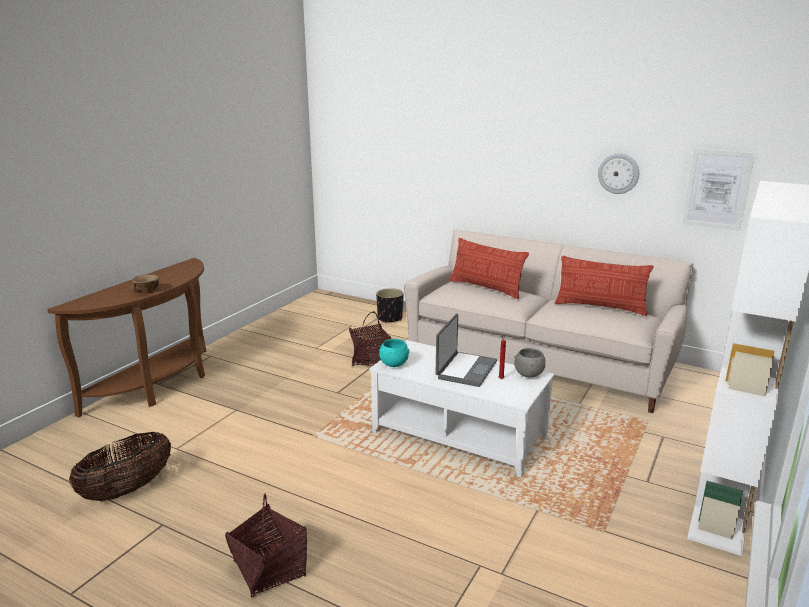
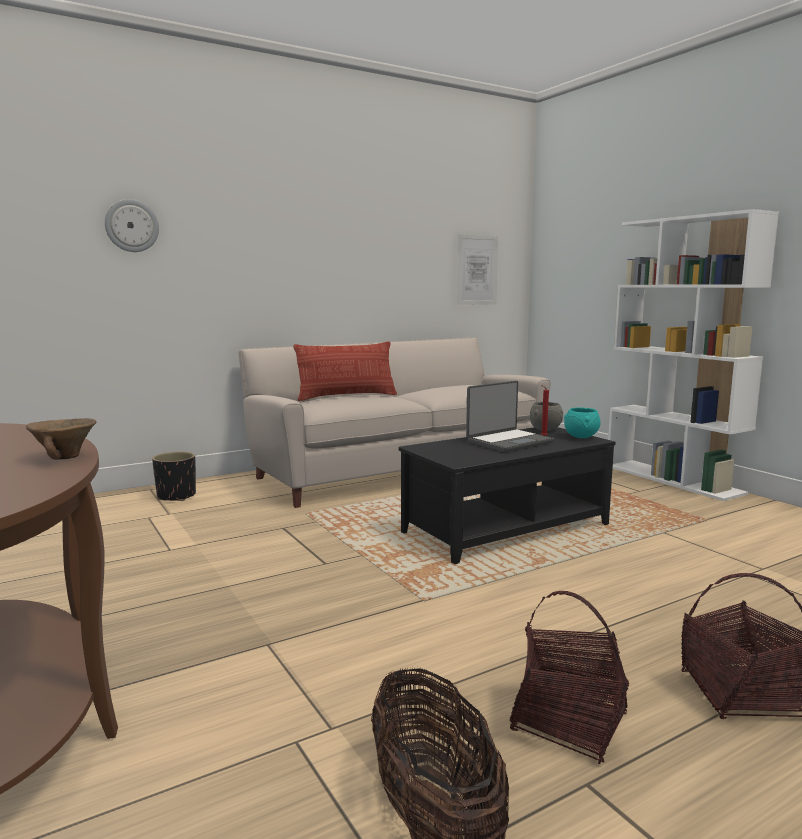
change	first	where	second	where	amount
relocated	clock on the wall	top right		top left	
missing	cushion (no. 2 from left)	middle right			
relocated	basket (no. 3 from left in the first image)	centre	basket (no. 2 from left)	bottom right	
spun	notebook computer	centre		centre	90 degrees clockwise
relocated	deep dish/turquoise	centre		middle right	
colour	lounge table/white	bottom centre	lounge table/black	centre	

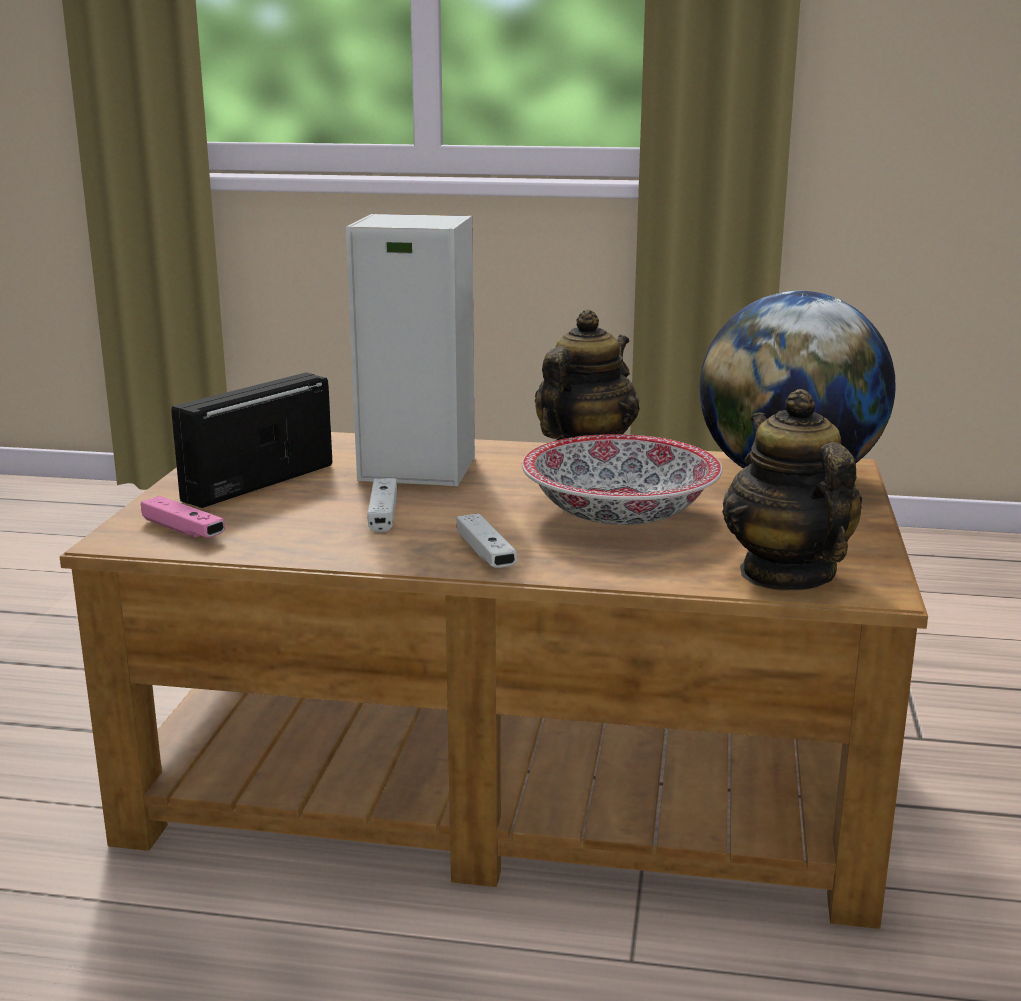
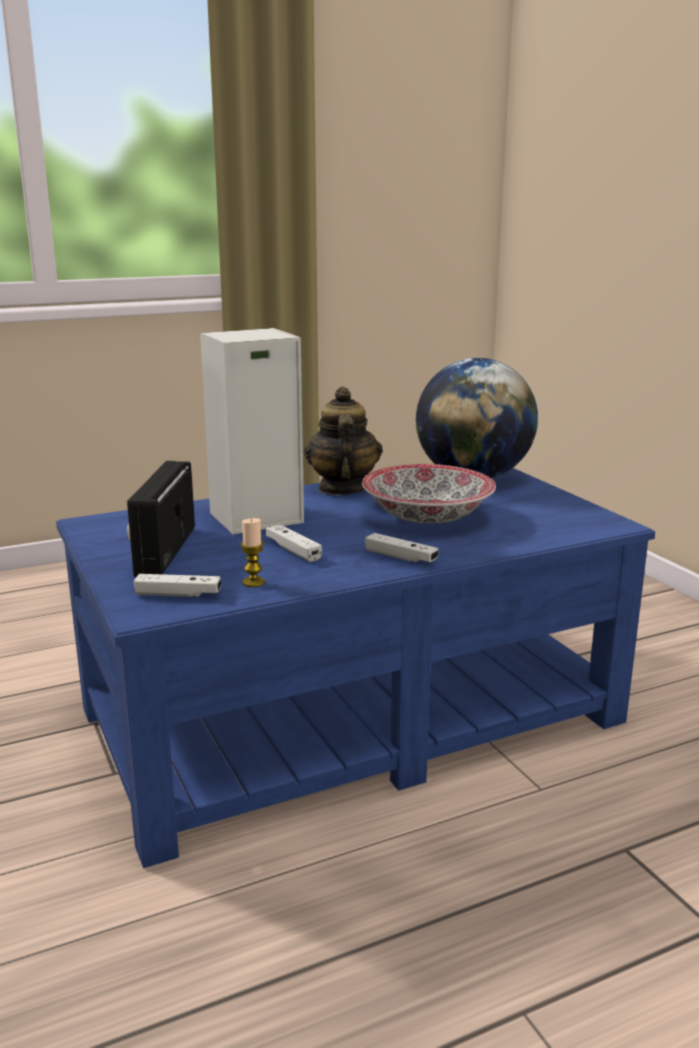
change	first	where	second	where	amount
missing	pot for tea (no. 2 from left)	middle right			
colour	lounge table/brown-coloured	bottom centre	lounge table/blue-coloured	centre	
colour	joypad/pink-coloured	middle left	joypad/white (no. 1 from left)	middle left	
appeared			candle	centre	

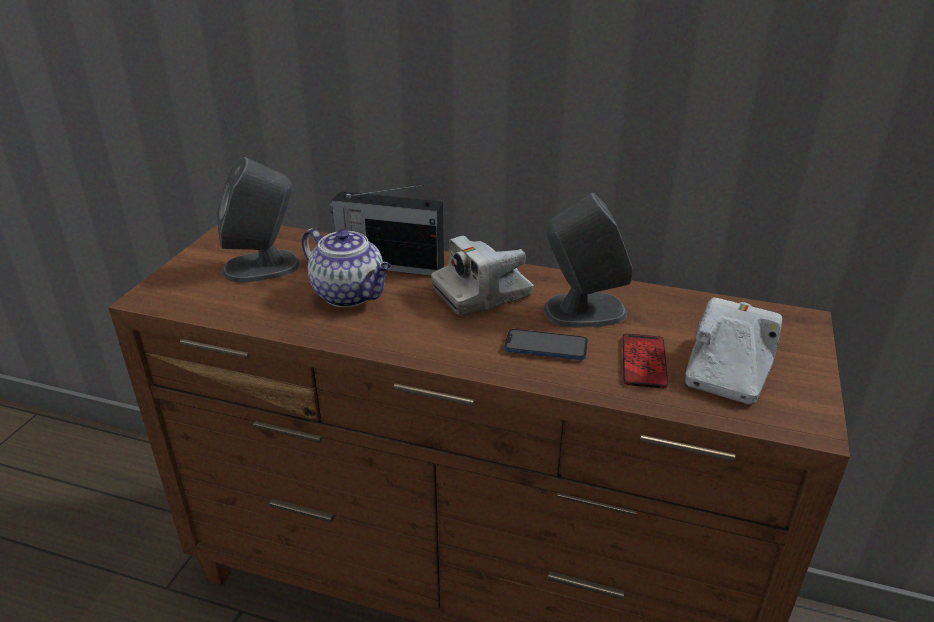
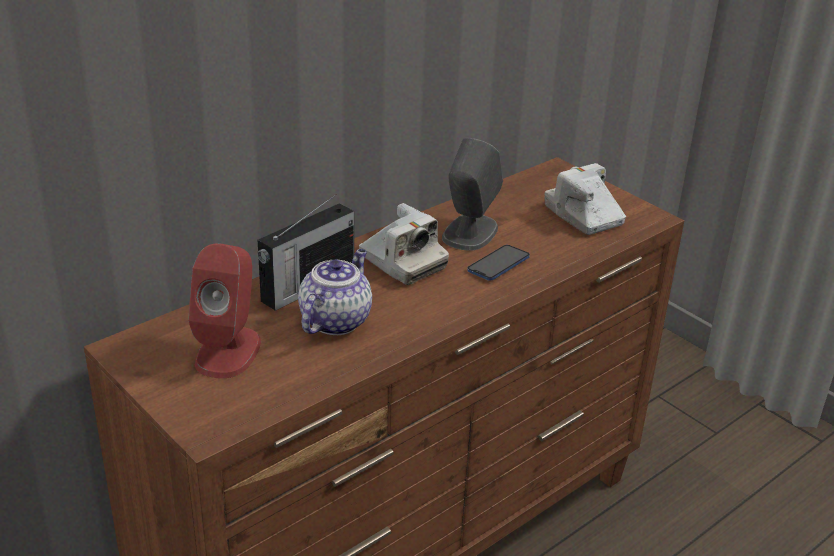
change	first	where	second	where	amount
colour	loudspeaker/greyish (no. 1 from left)	middle left	loudspeaker/red-coloured	middle left	
spun	pot for tea	centre		centre	45 degrees counterclockwise
spun	still camera (no. 1 from left)	centre		centre	45 degrees counterclockwise
missing	handset (no. 2 from left)	middle right			

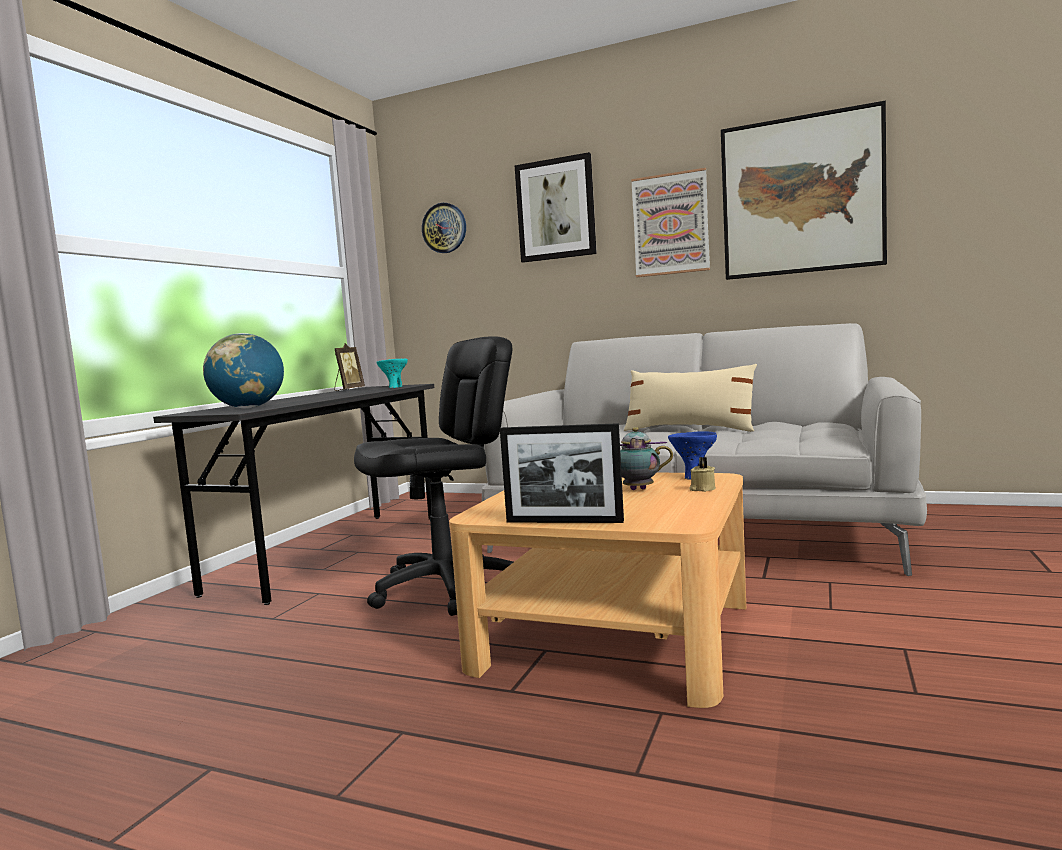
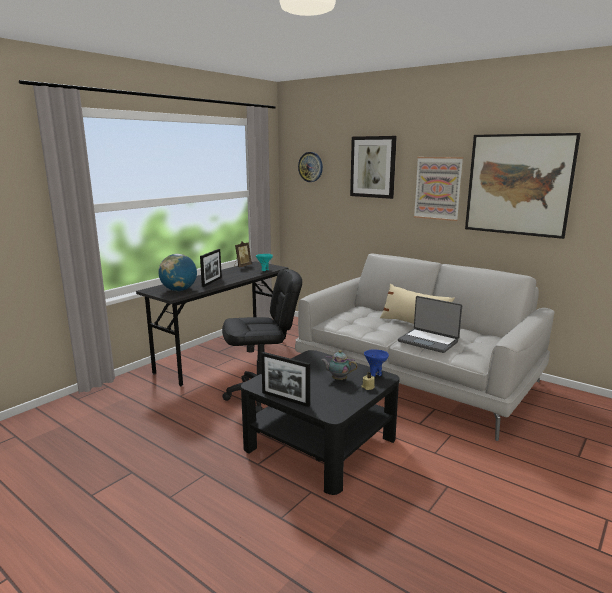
change	first	where	second	where	amount
colour	lounge table/beige	bottom centre	lounge table/black	bottom centre	
appeared			photo frame (no. 1 from left)	centre	
appeared			notebook computer	middle right	

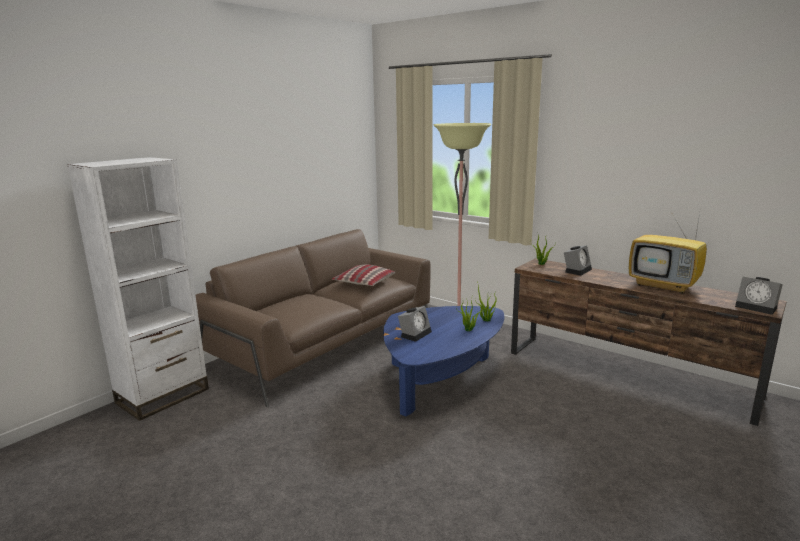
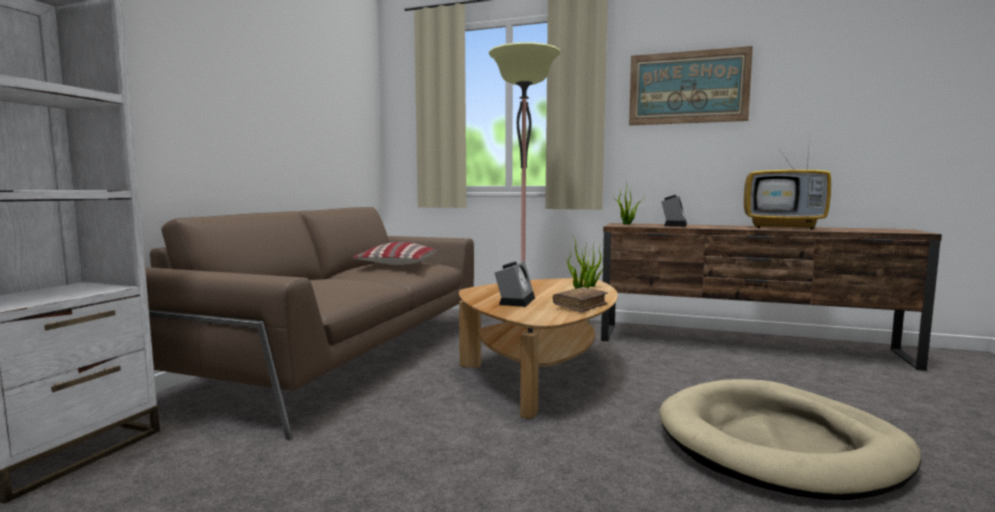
change	first	where	second	where	amount
missing	table clock (no. 3 from left)	middle right			
colour	lounge table/blue-coloured	bottom centre	lounge table/brown-coloured	bottom centre	
appeared			wall picture	top right	
appeared			volume/brown-coloured	centre	
appeared			dog cushion/beige	bottom right	

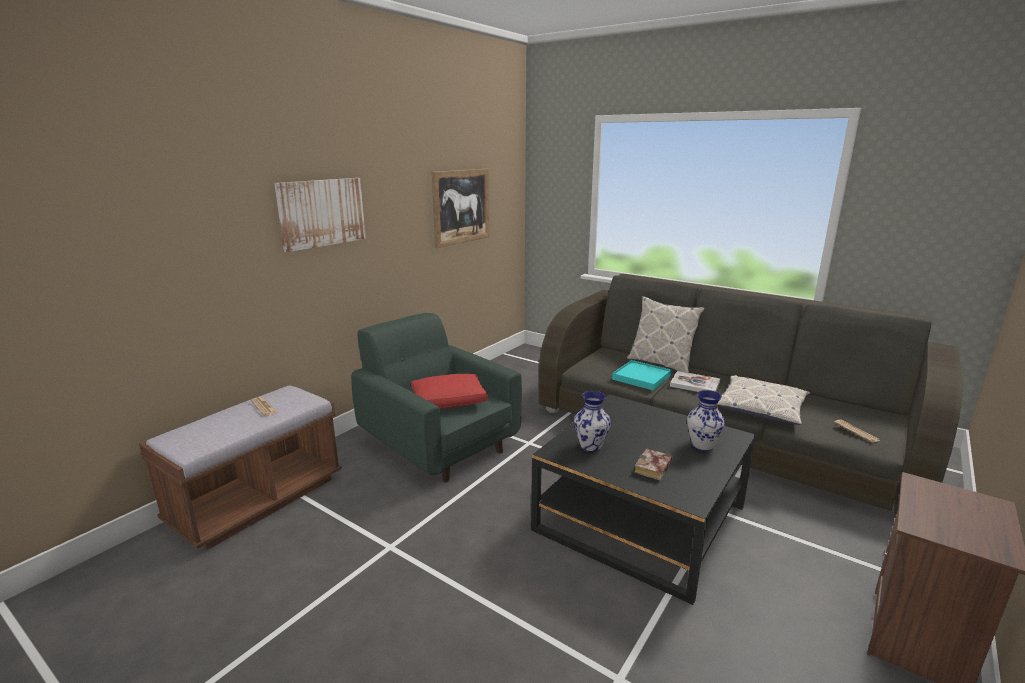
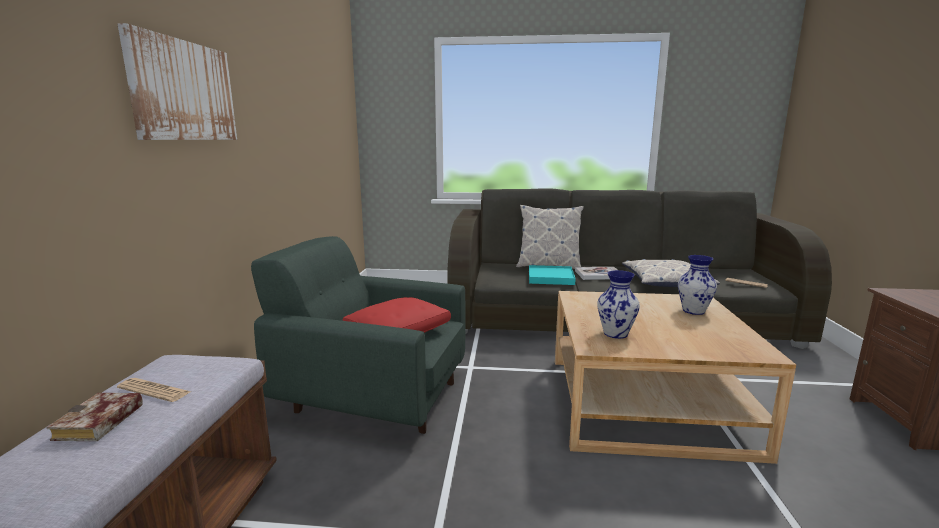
change	first	where	second	where	amount
missing	wall picture (no. 2 from left)	top centre			
colour	lounge table/black	bottom centre	lounge table/beige	bottom right	
relocated	volume (no. 1 from left)	bottom centre		bottom left	

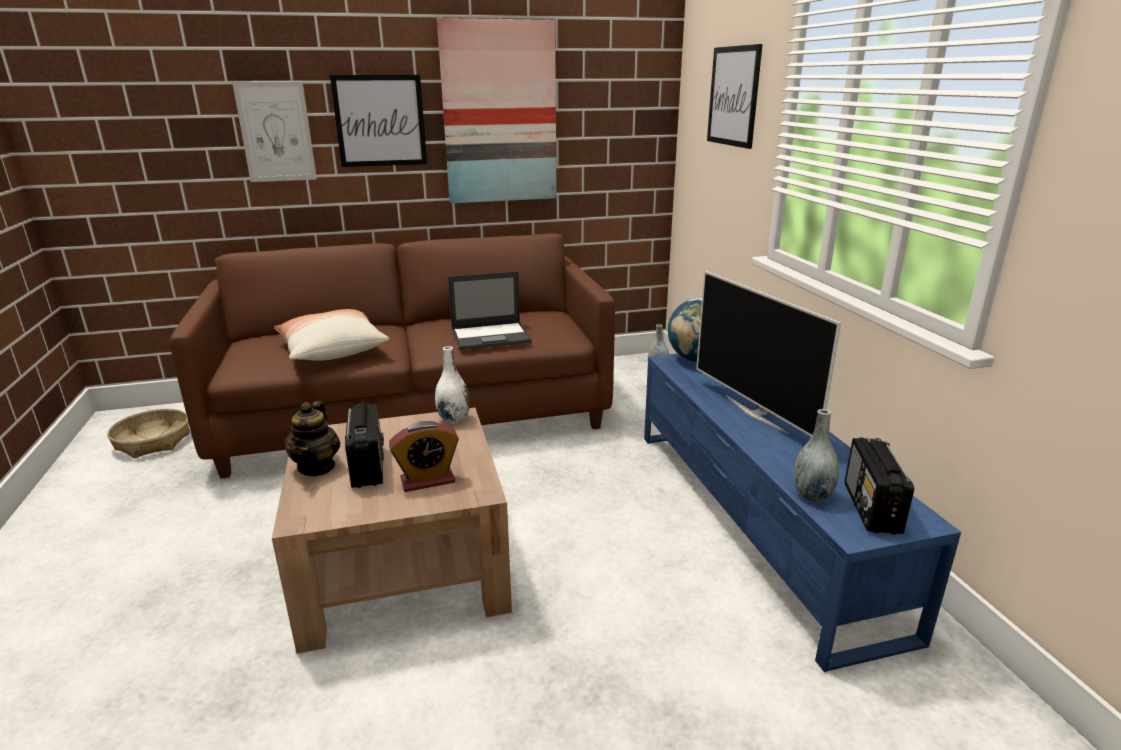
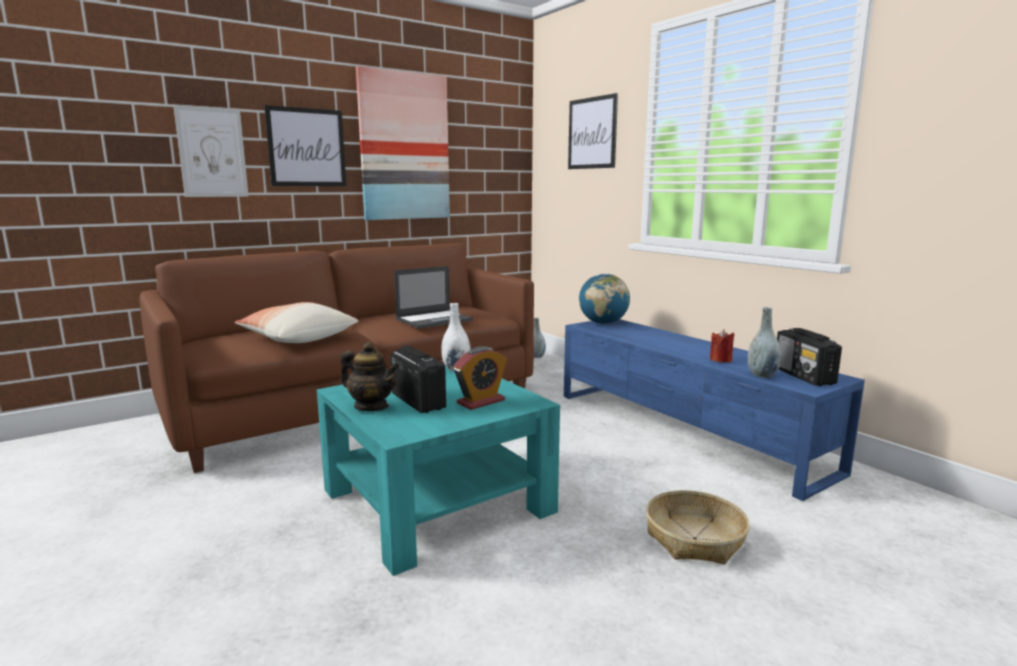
change	first	where	second	where	amount
missing	TV	middle right			
spun	pot for tea	middle left		centre	45 degrees counterclockwise
colour	lounge table/brown-coloured	bottom centre	lounge table/turquoise	bottom centre	
relocated	basket	middle left		bottom right	
appeared			candle/red-coloured	middle right	

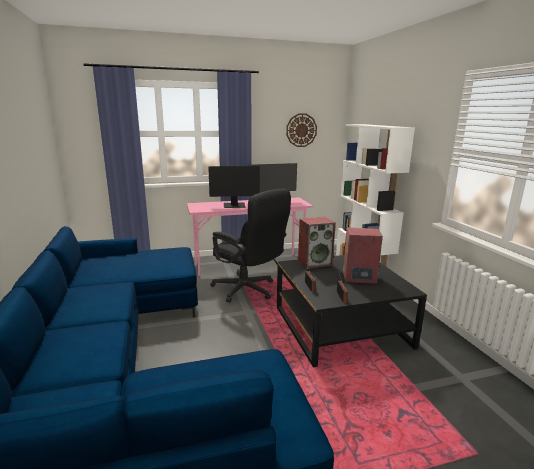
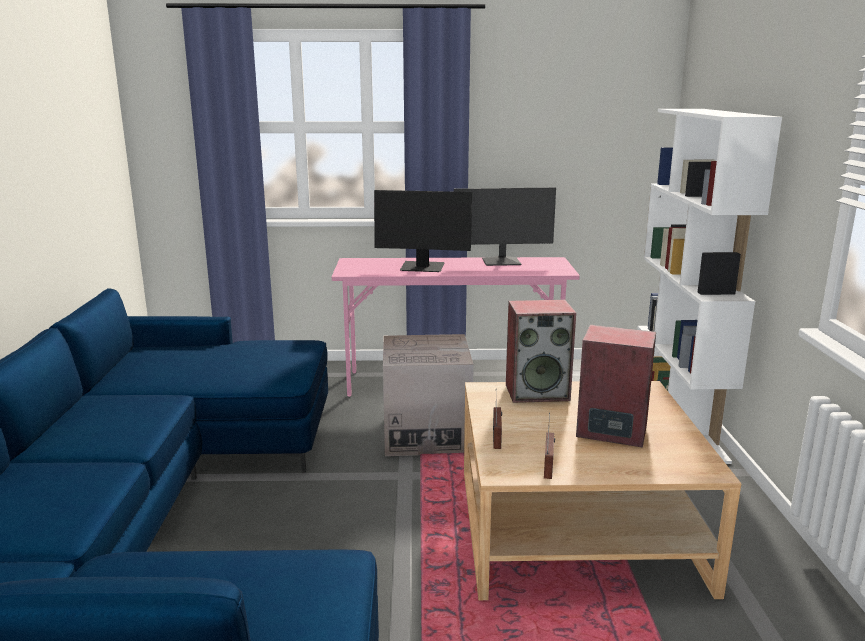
change	first	where	second	where	amount
missing	clock on the wall	top centre			
exchanged	desk chair/black	centre	packing box	centre	
colour	lounge table/black	centre	lounge table/beige	bottom right	

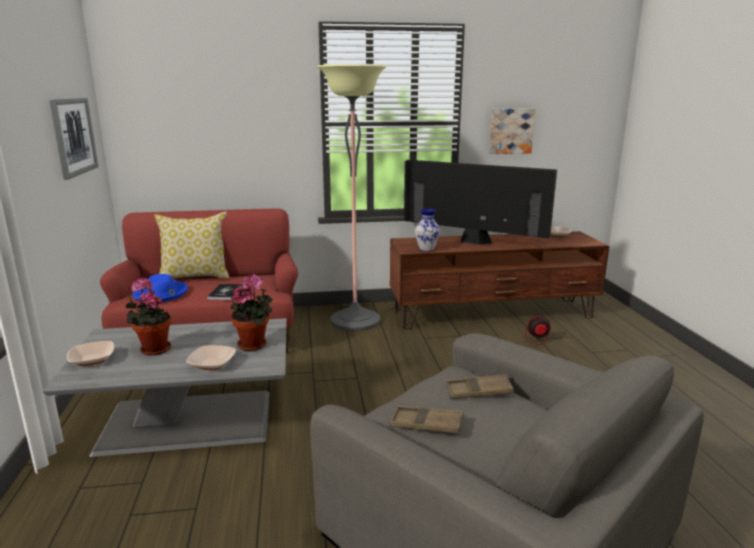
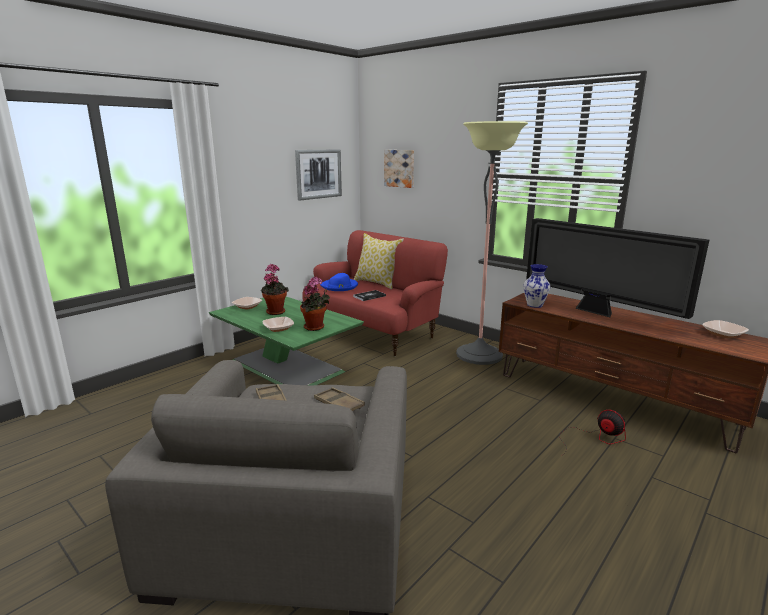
change	first	where	second	where	amount
relocated	wall picture (no. 2 from left)	top right		top centre	
spun	TV	centre		middle right	150 degrees clockwise
colour	lounge table/greyish	bottom left	lounge table/green-coloured	centre	

